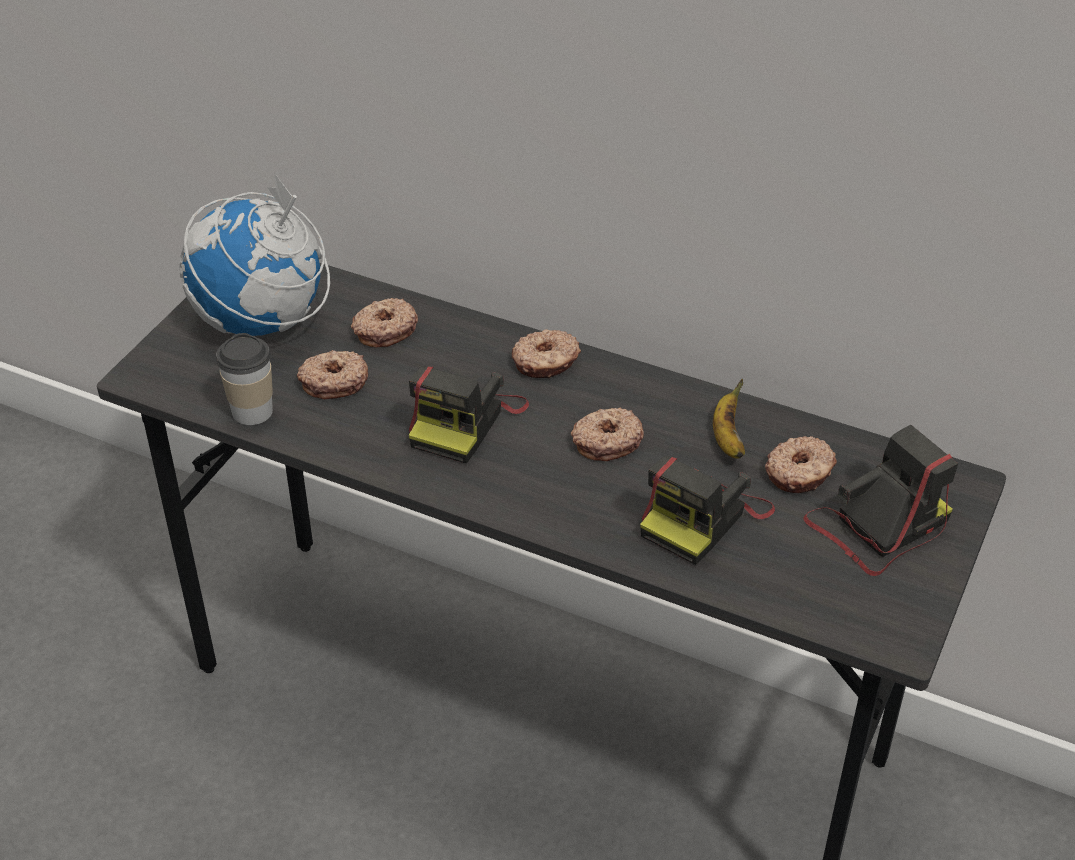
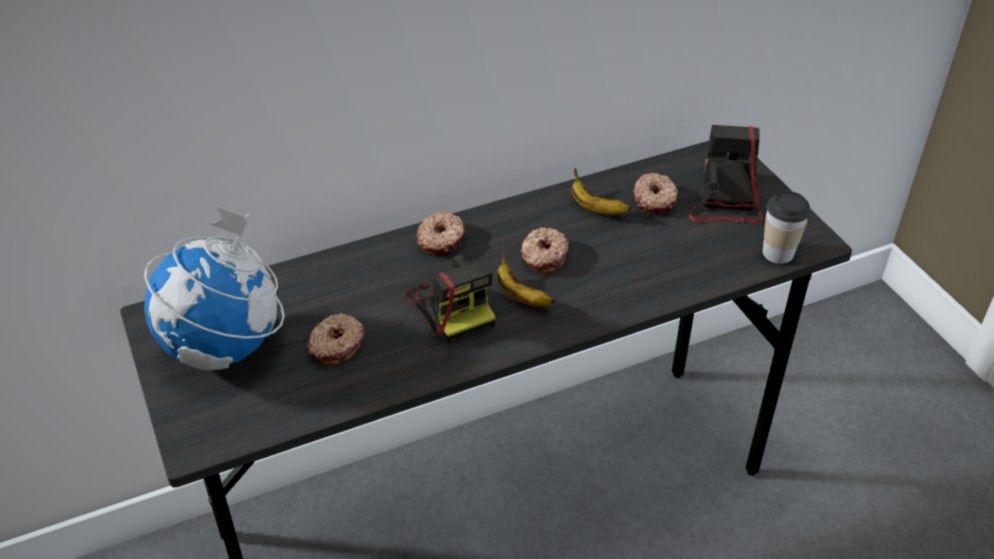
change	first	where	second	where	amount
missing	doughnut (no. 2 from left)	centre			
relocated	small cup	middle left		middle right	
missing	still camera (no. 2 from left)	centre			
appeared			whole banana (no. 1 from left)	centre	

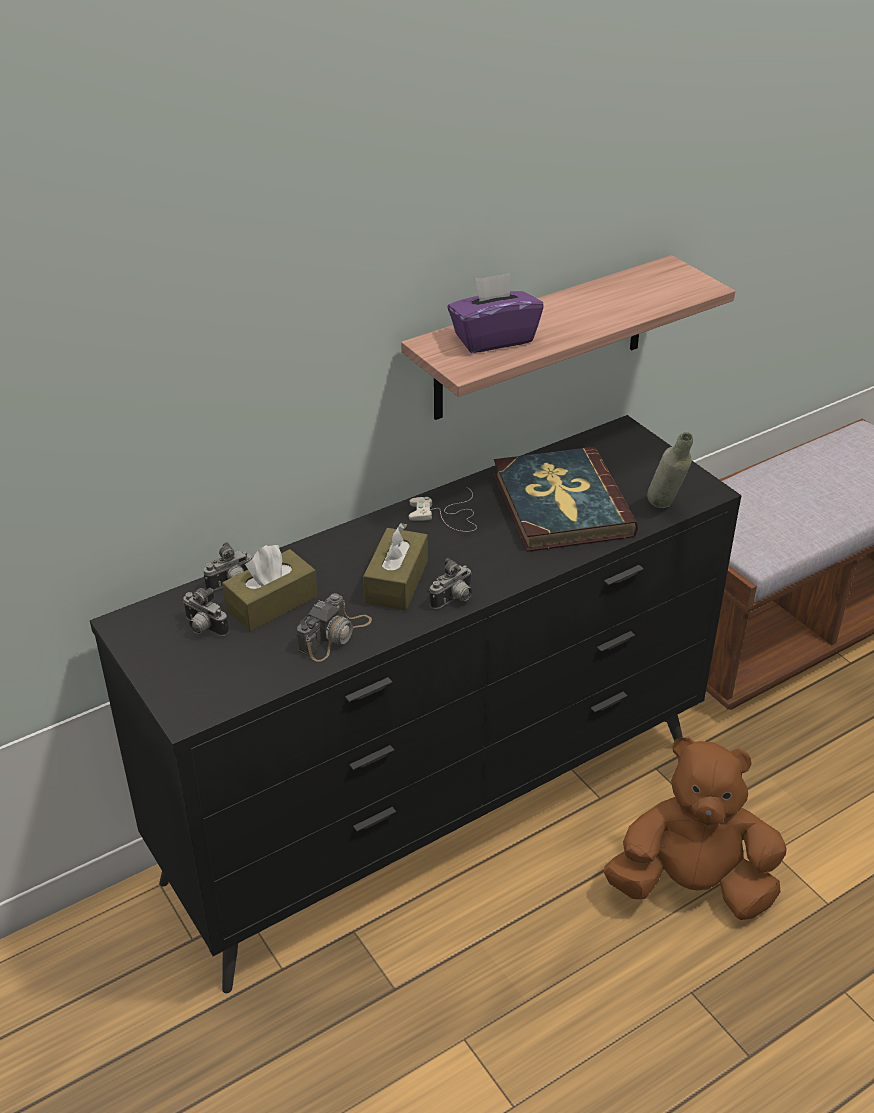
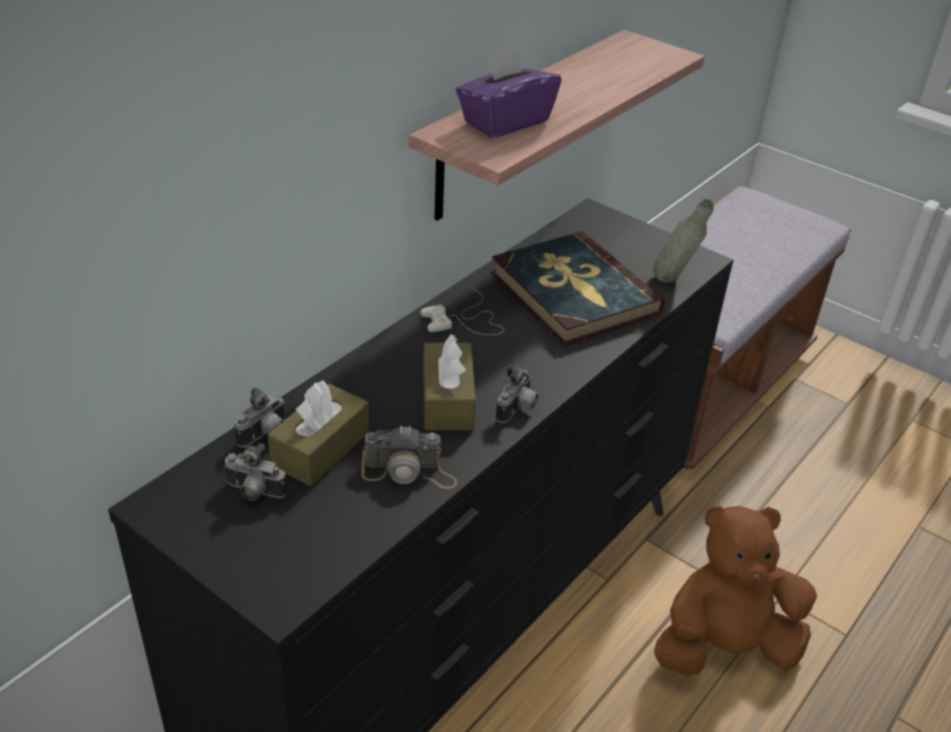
change	first	where	second	where	amount
spun	still camera (no. 3 from left)	centre		centre	75 degrees clockwise

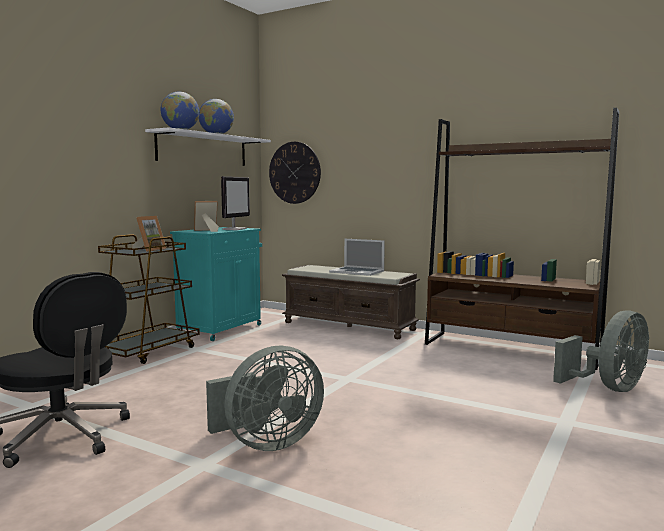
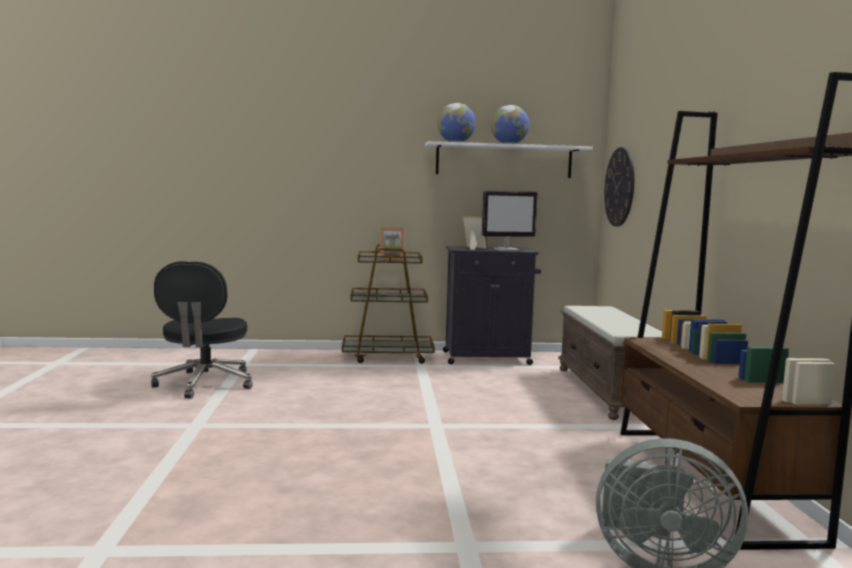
change	first	where	second	where	amount
colour	cabinet/turquoise	middle left	cabinet/black	centre	
missing	notebook computer	centre			
missing	fan/greyish (no. 1 from left)	bottom centre			

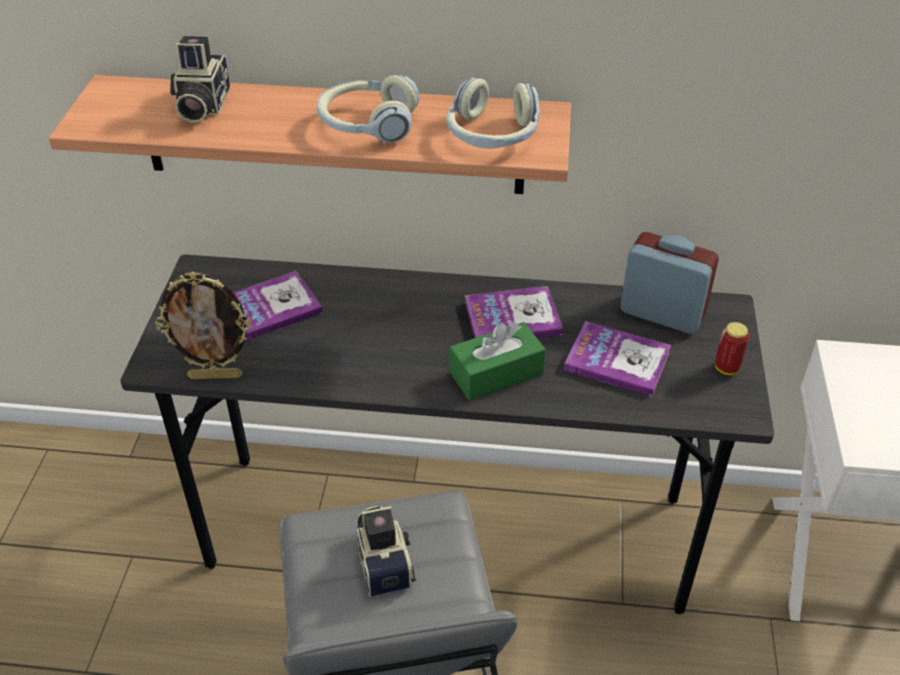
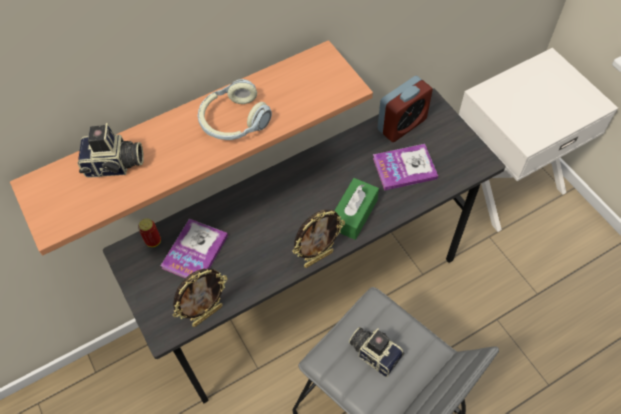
change	first	where	second	where	amount
spun	still camera (no. 1 from left)	top left		middle left	60 degrees counterclockwise
missing	headset (no. 2 from left)	top centre			
spun	table clock	middle right		top centre	150 degrees clockwise
missing	volume (no. 2 from left)	centre			
relocated	metal can	middle right		middle left	
appeared			photo frame (no. 2 from left)	centre	

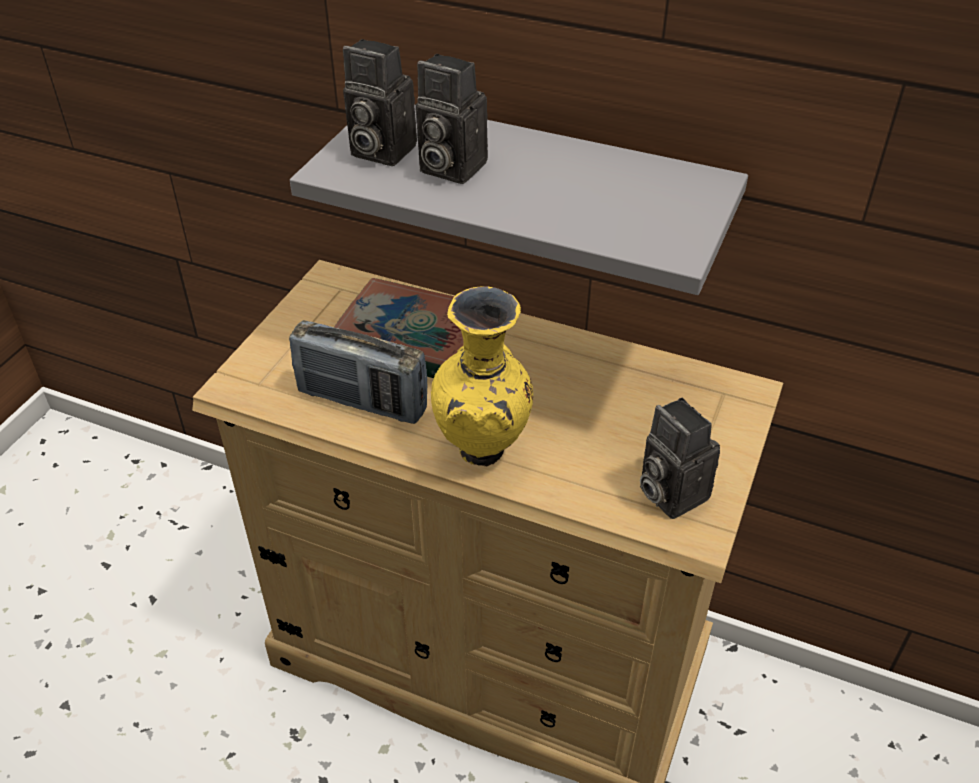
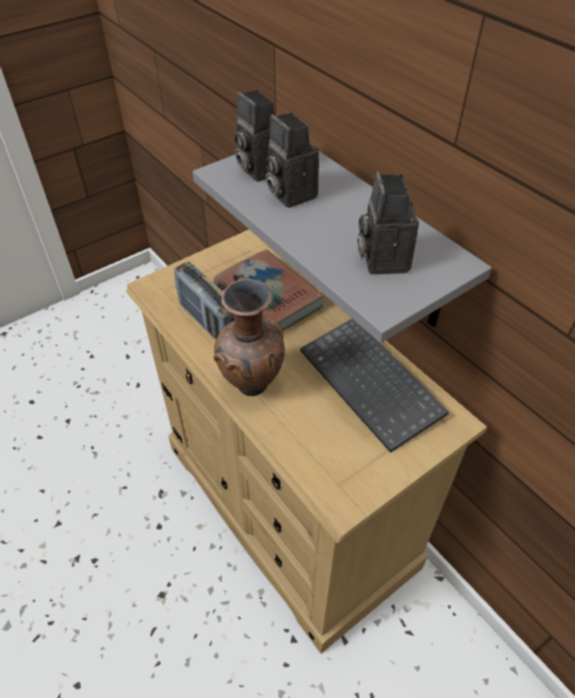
change	first	where	second	where	amount
colour	decorative vase/yellowish	centre	decorative vase/brown-coloured	centre	
relocated	still camera (no. 3 from left)	middle right		top right	
appeared			keyboard	centre	

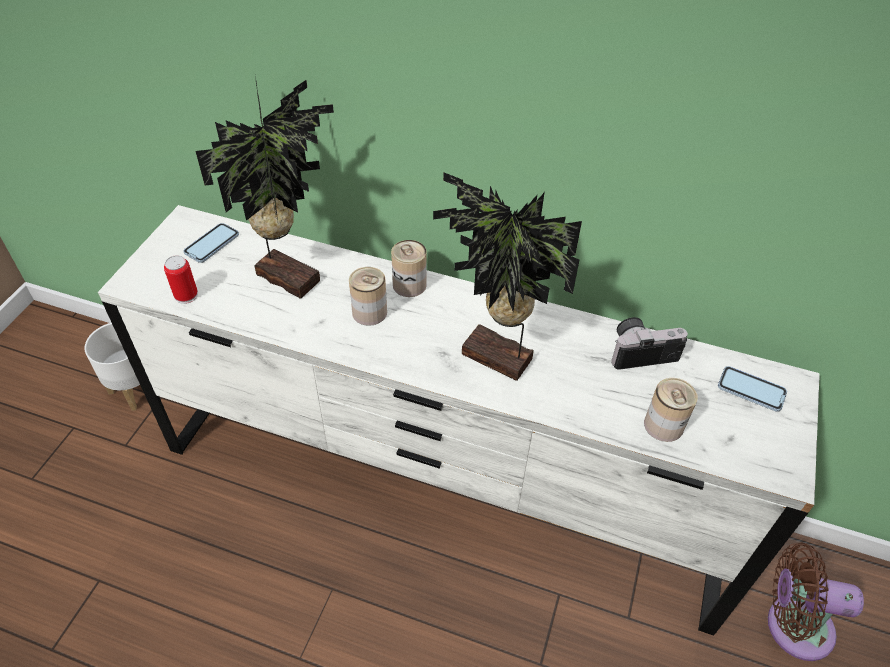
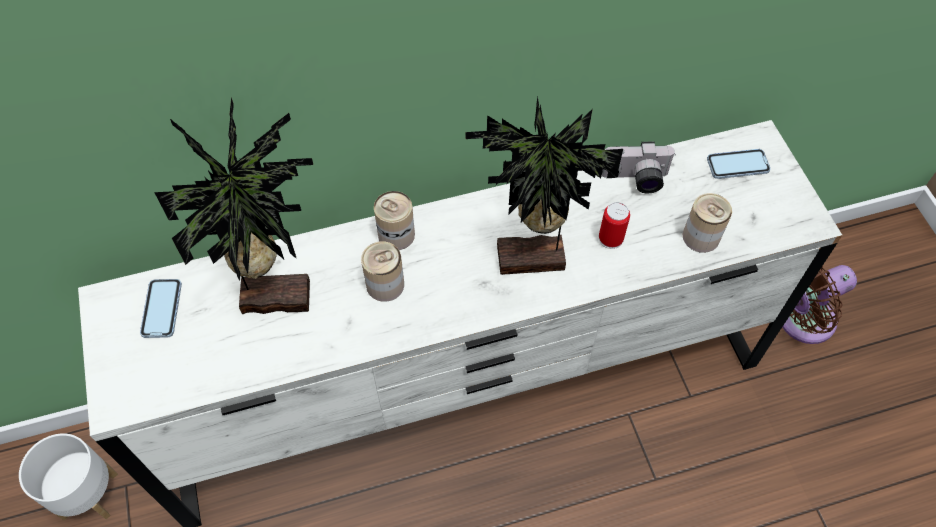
change	first	where	second	where	amount
relocated	metal can (no. 1 from left in the first image)	middle left	metal can (no. 3 from left)	centre	
spun	still camera	middle right		top right	135 degrees counterclockwise

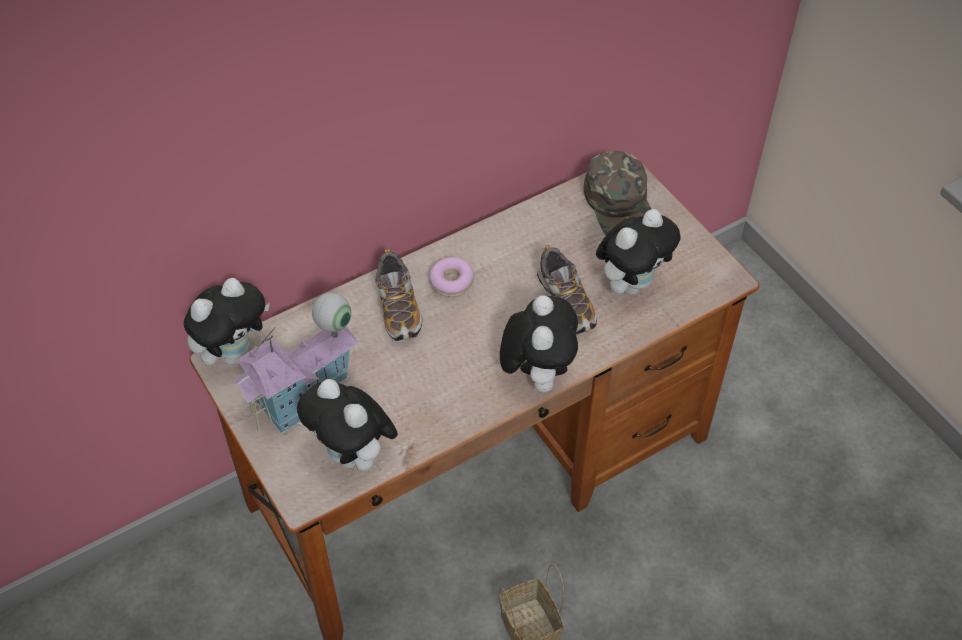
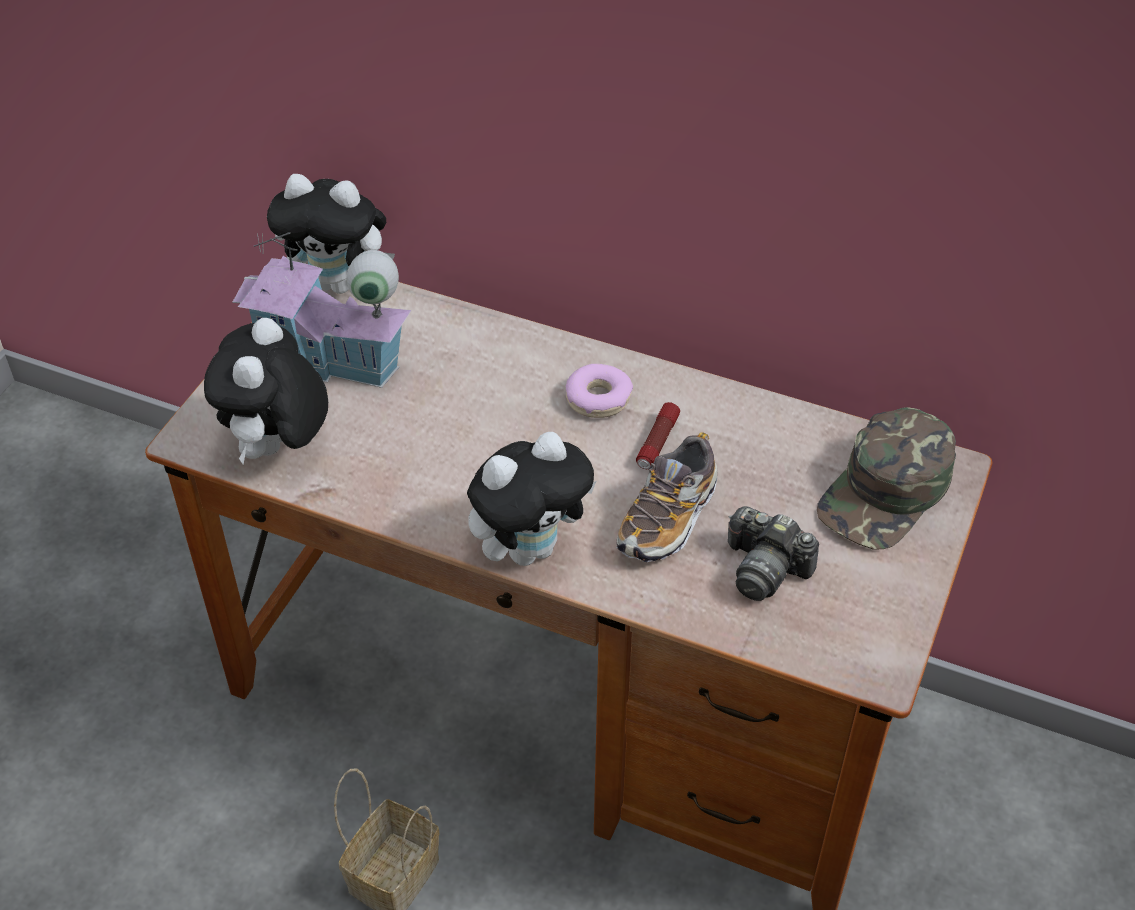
change	first	where	second	where	amount
exchanged	plush toy (no. 4 from left)	centre	still camera	middle right	
missing	item of footwear (no. 1 from left)	centre			
appeared			torch	centre	

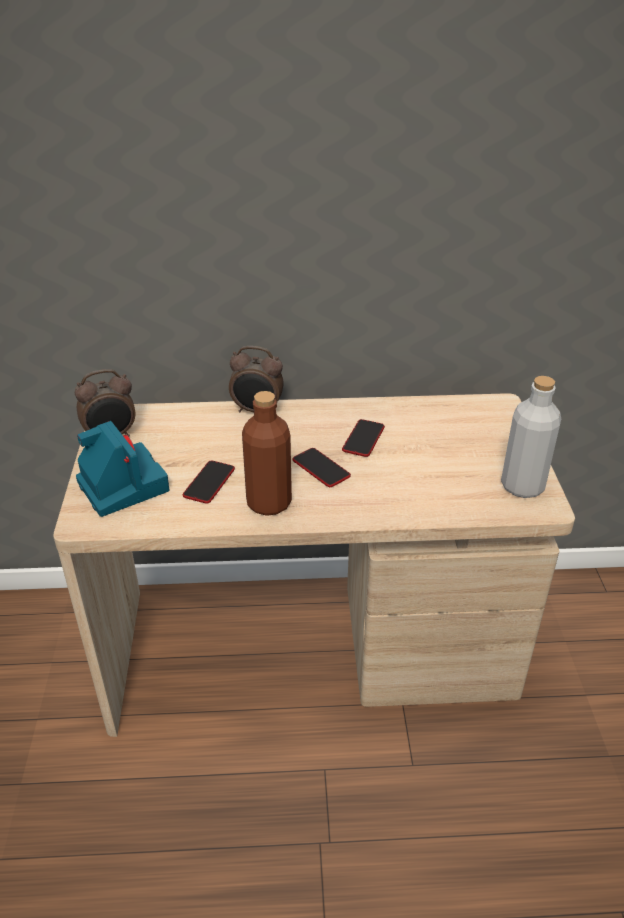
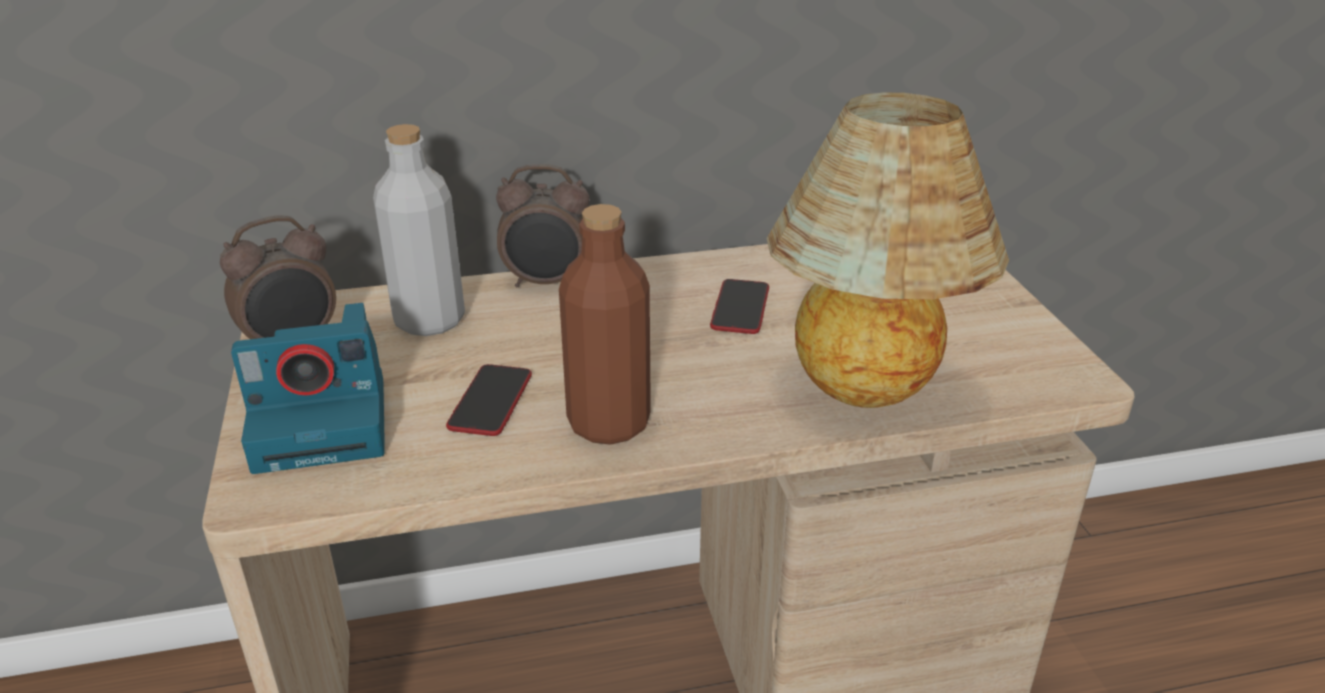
change	first	where	second	where	amount
relocated	drink bottle/greyish	middle right		top left	
spun	still camera	middle left		middle left	120 degrees clockwise
missing	handset (no. 2 from left)	centre			
appeared			lamp for a table	middle right	

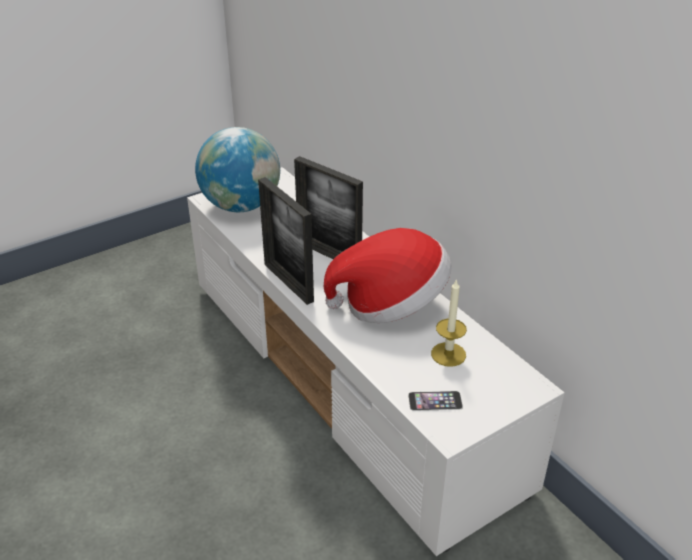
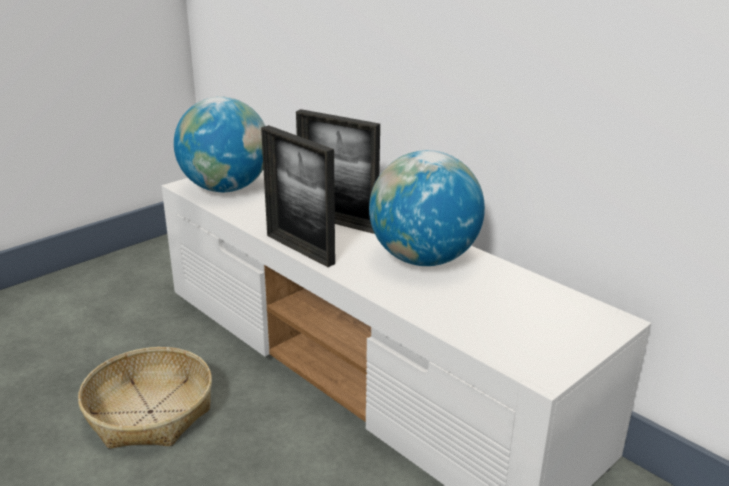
change	first	where	second	where	amount
exchanged	clothing hat	centre	desk globe (no. 2 from left)	centre	
missing	candle	centre			
missing	handset	bottom centre			
appeared			basket	bottom left	

